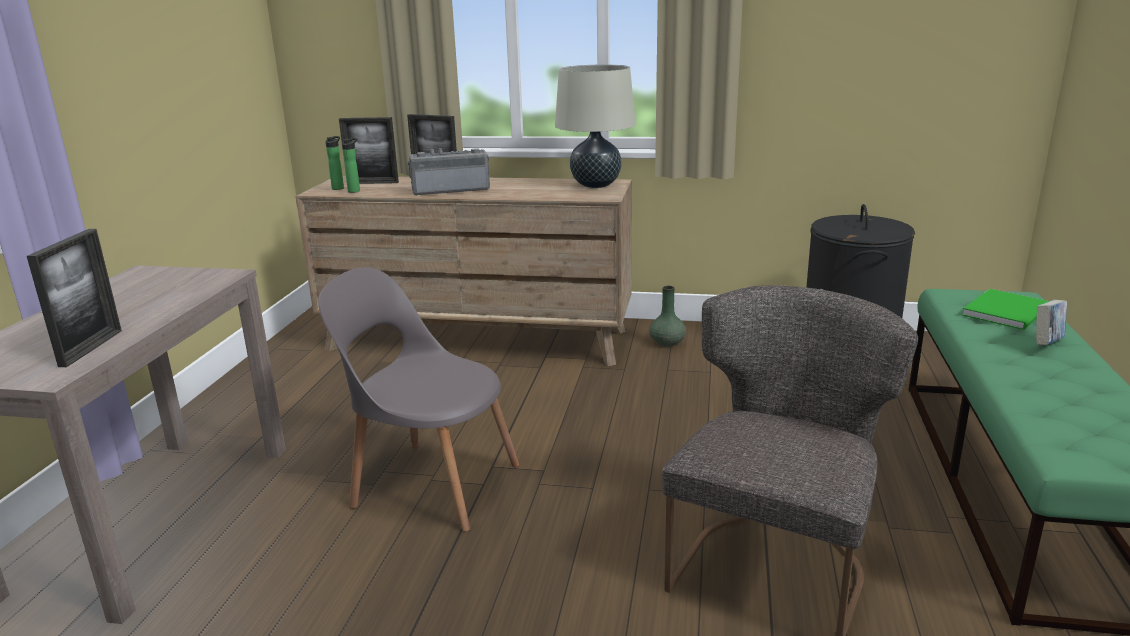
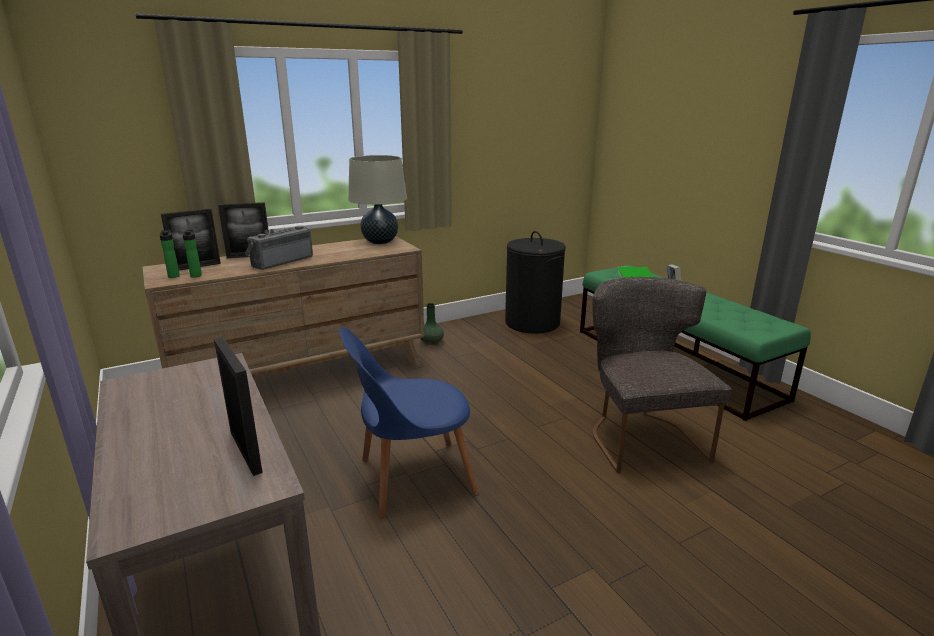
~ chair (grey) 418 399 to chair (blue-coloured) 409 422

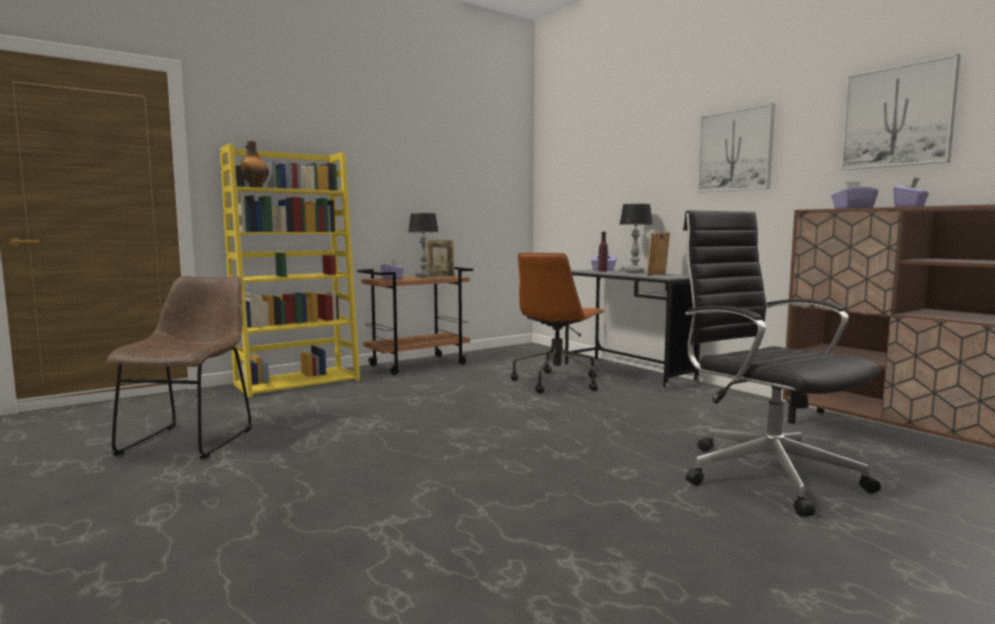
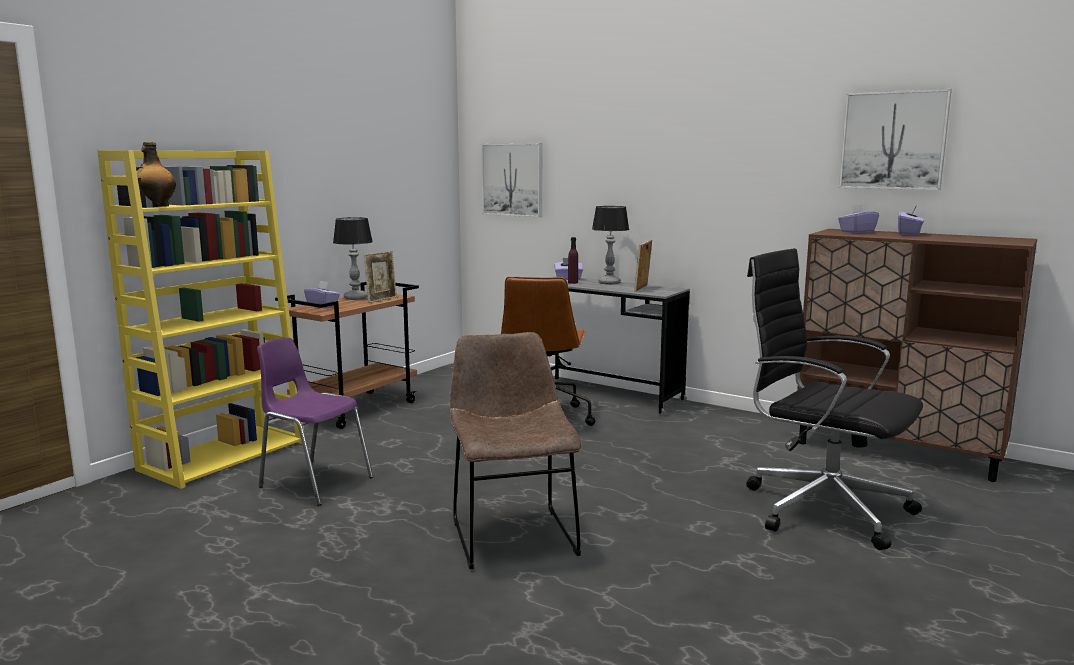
+ chair (purple) 315 421
~ chair (brown) 179 367 to 516 450
~ wall art 736 148 to 511 180

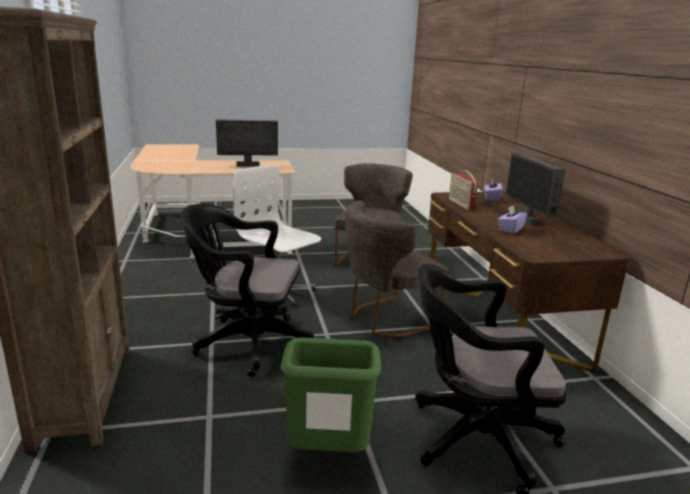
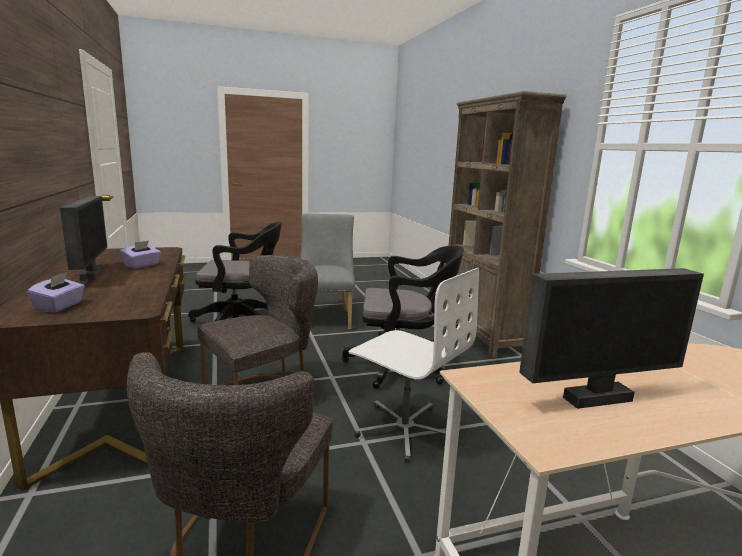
- radio receiver 463 190
~ waste bin (green) 330 394 to chair (grey) 328 272

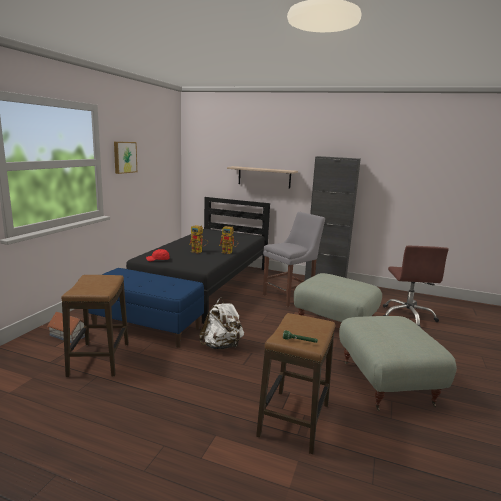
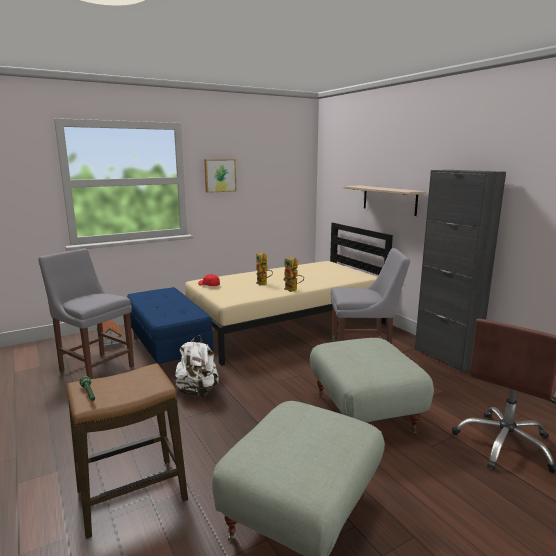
~ sitting stool 95 326 to chair (grey) 86 313
~ bedroom bed (blackish) 198 260 to bedroom bed (beige-coloured) 289 294

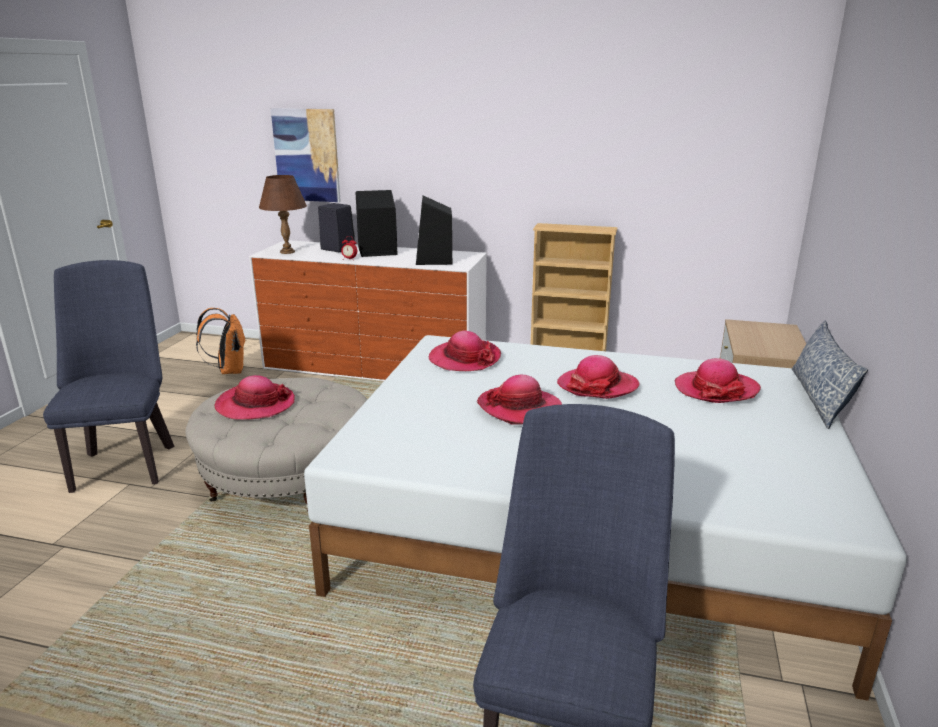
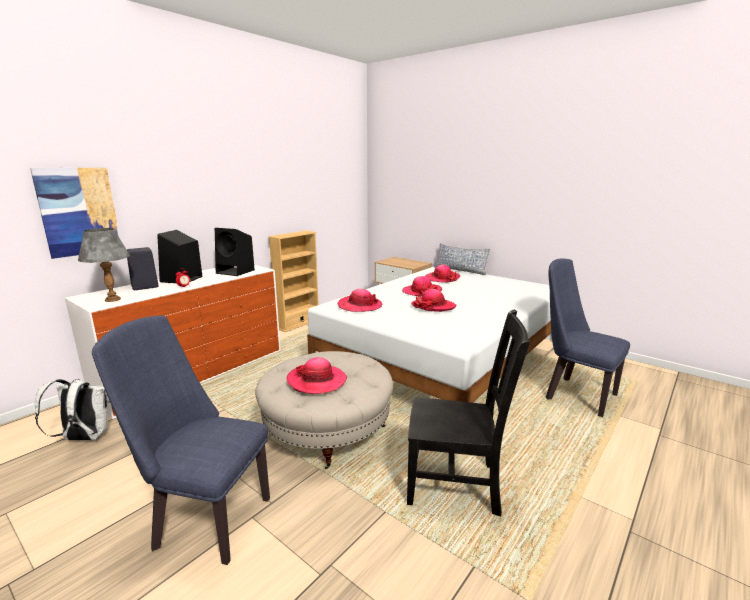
+ chair (blackish) 468 413
~ rucksack (orange) 221 341 to rucksack (whitish) 72 410
~ lamp for a table (brown) 283 214 to lamp for a table (grey) 104 265

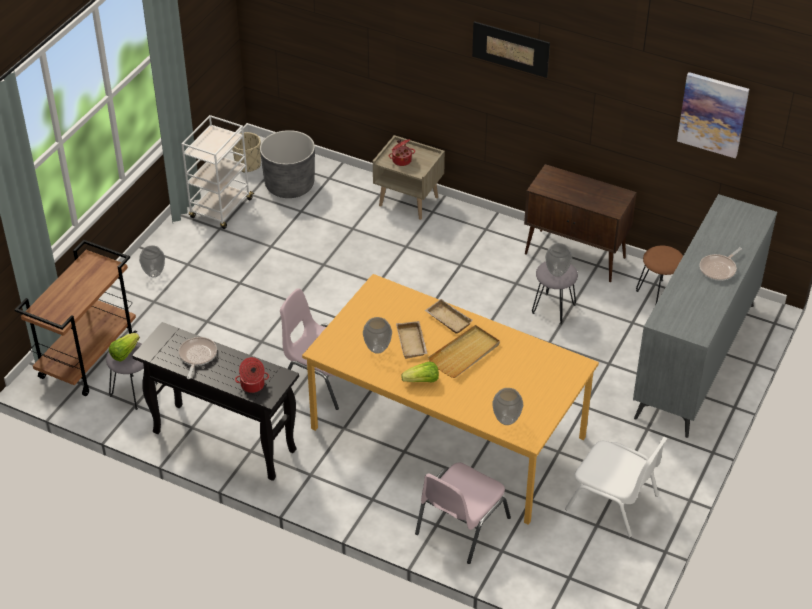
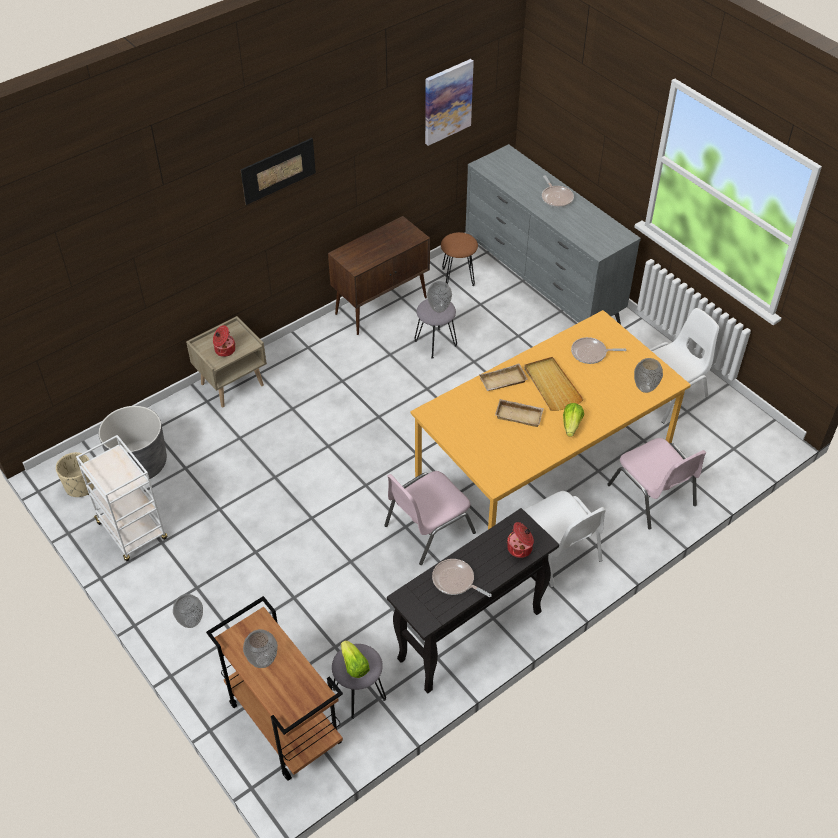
+ chair (whitish) 565 539
+ pan 598 350
~ flower vase 377 335 to 260 648

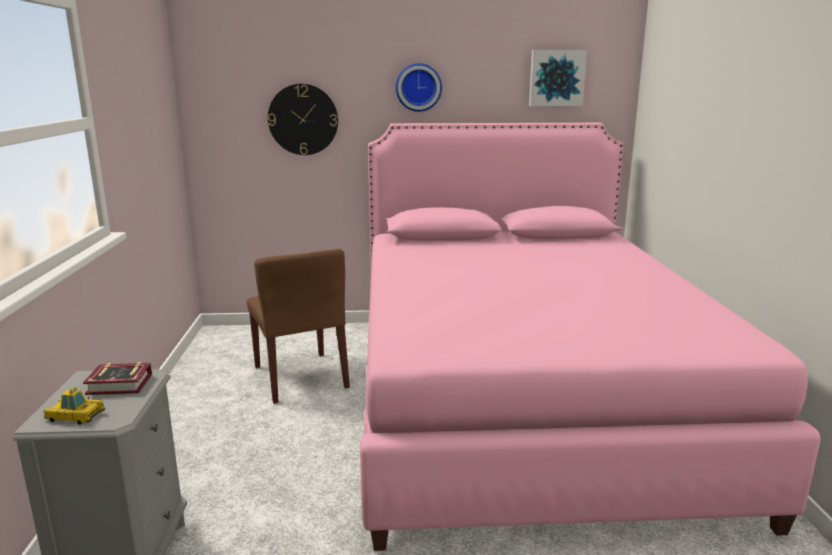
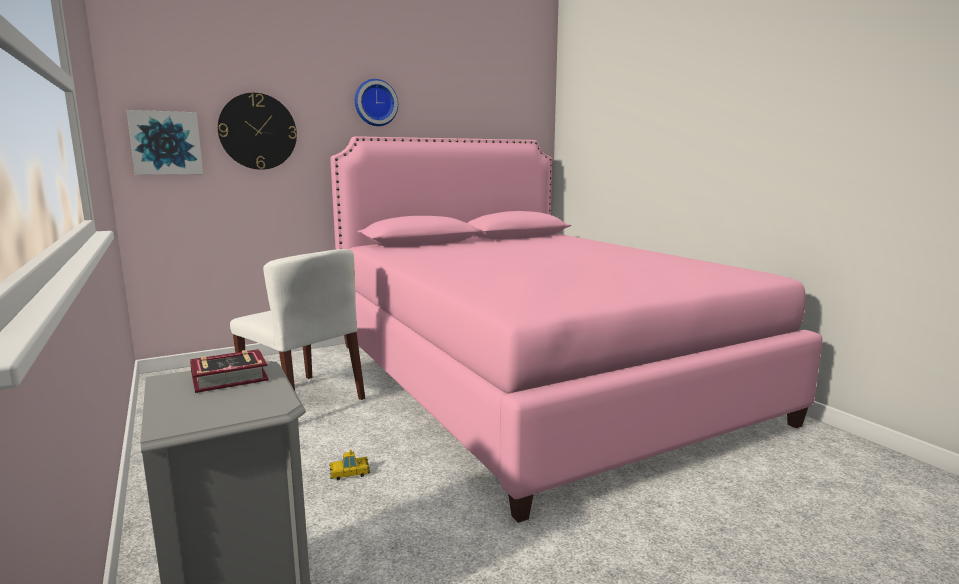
~ toy car 74 406 to 349 464
~ wall art 558 78 to 165 142
~ chair (brown) 298 326 to chair (whitish) 297 337

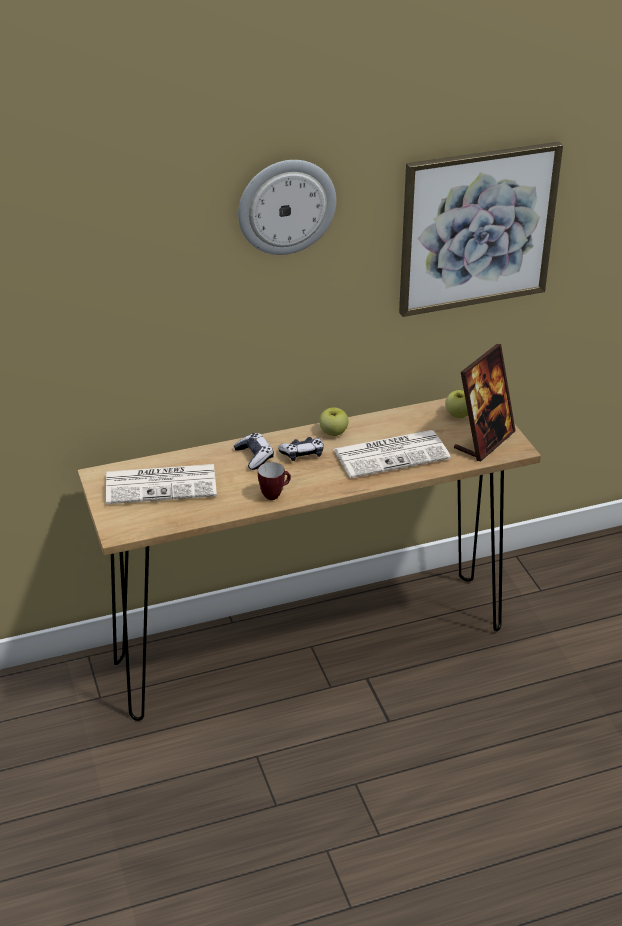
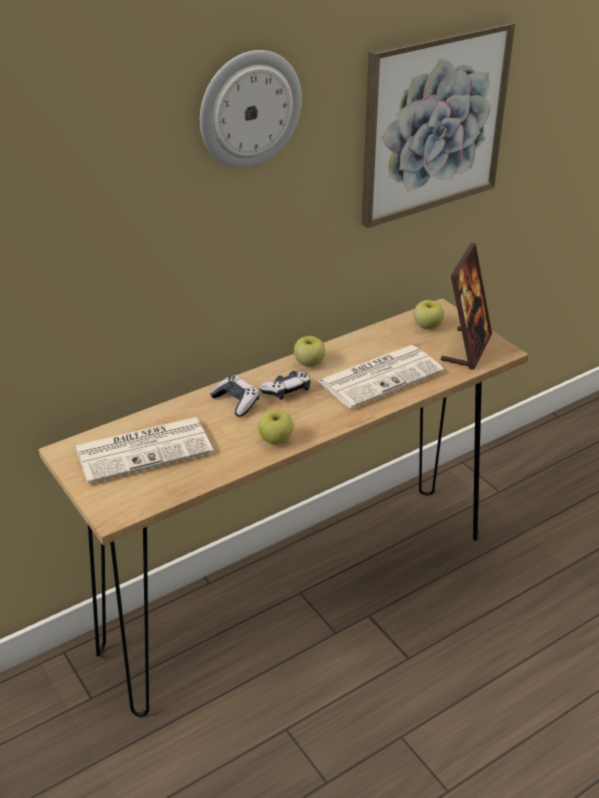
~ tea mug 274 481 to whole apple 275 427

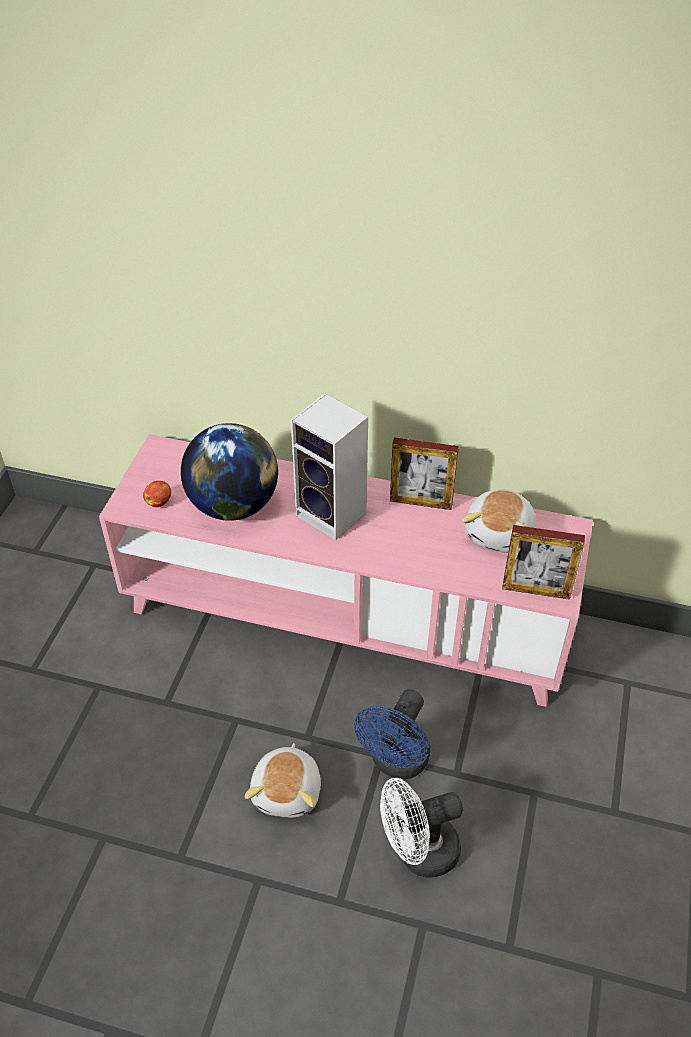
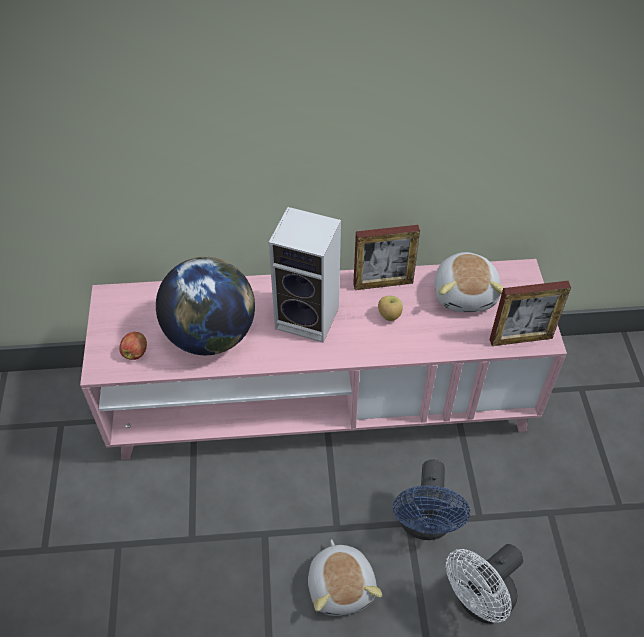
+ whole apple 390 308

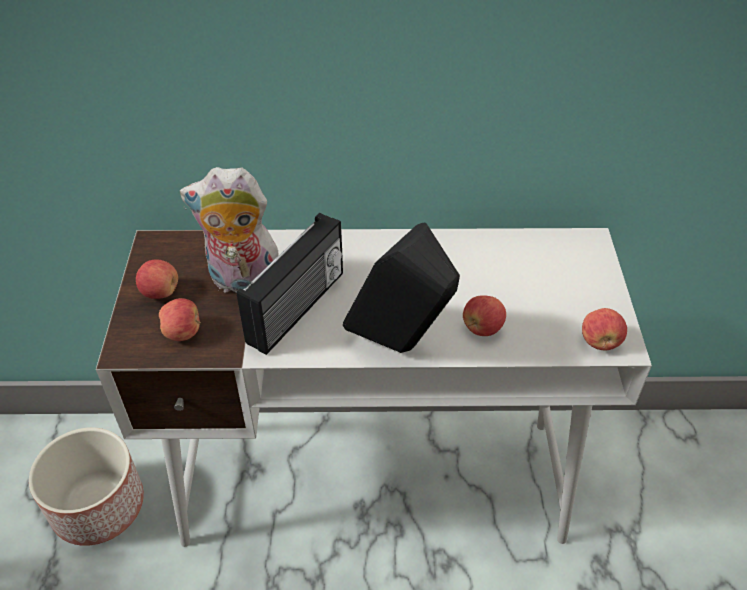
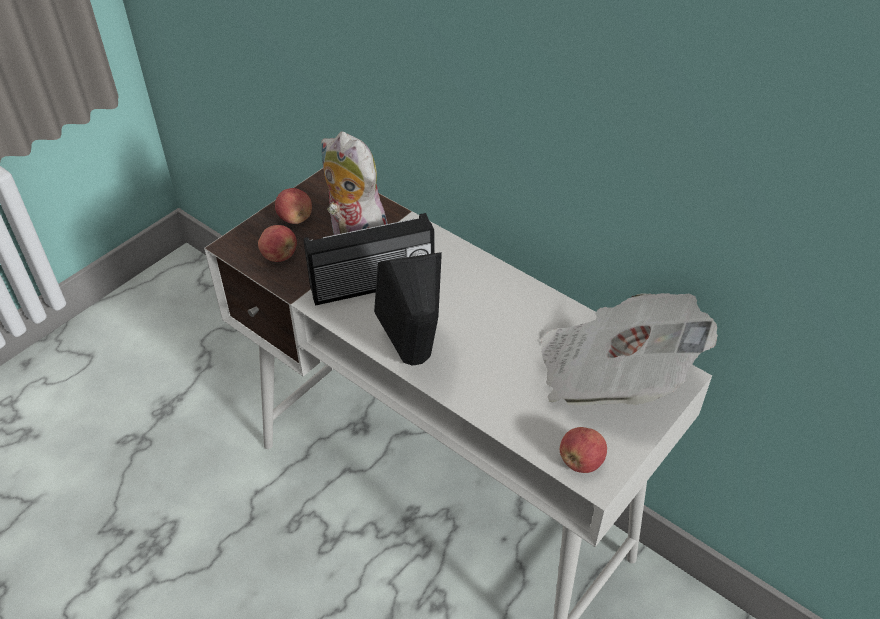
- planter 86 486
- whole apple 484 315
+ newspaper 629 349

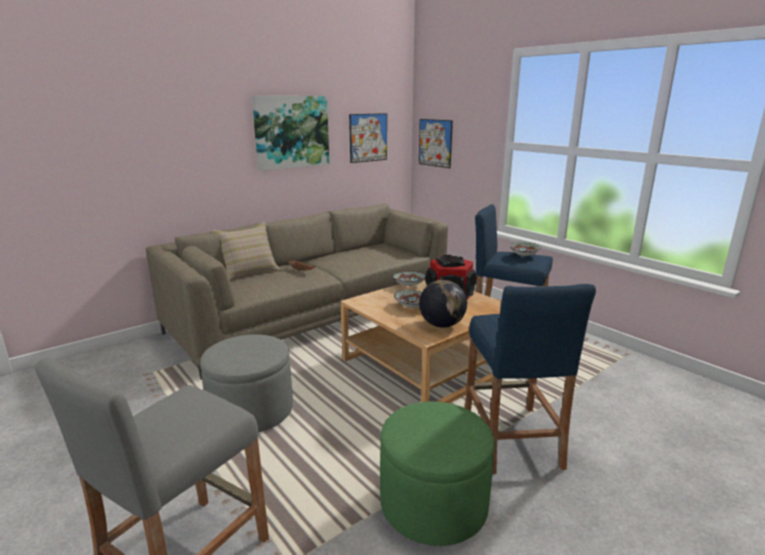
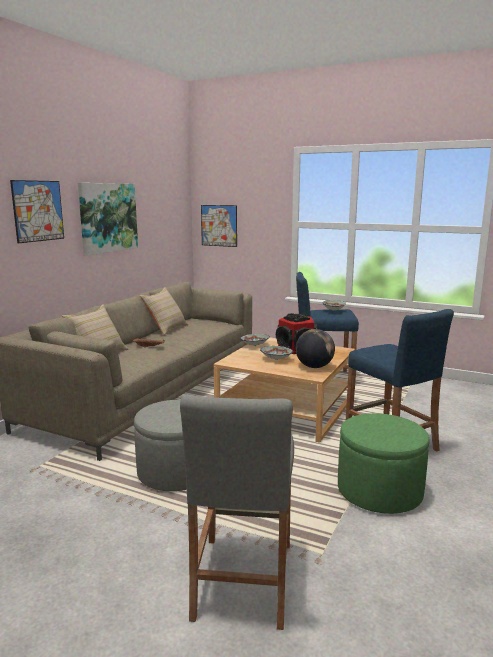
+ cushion (beige-coloured) 164 311
~ wall art 368 138 to 37 211

